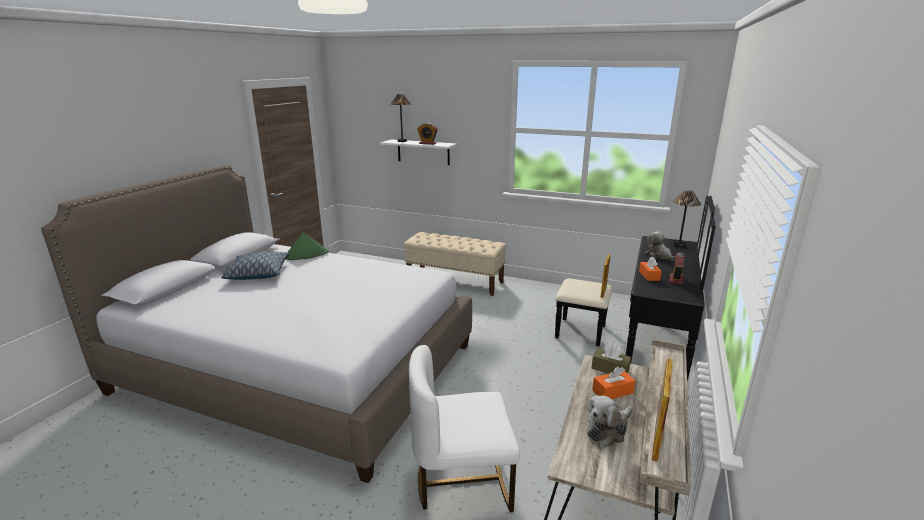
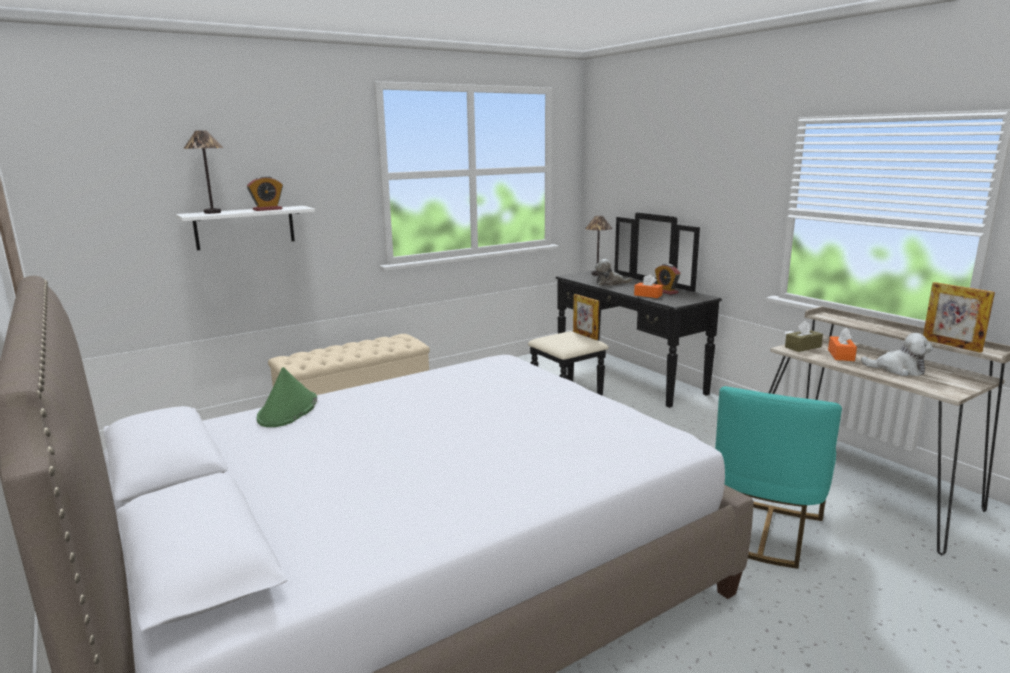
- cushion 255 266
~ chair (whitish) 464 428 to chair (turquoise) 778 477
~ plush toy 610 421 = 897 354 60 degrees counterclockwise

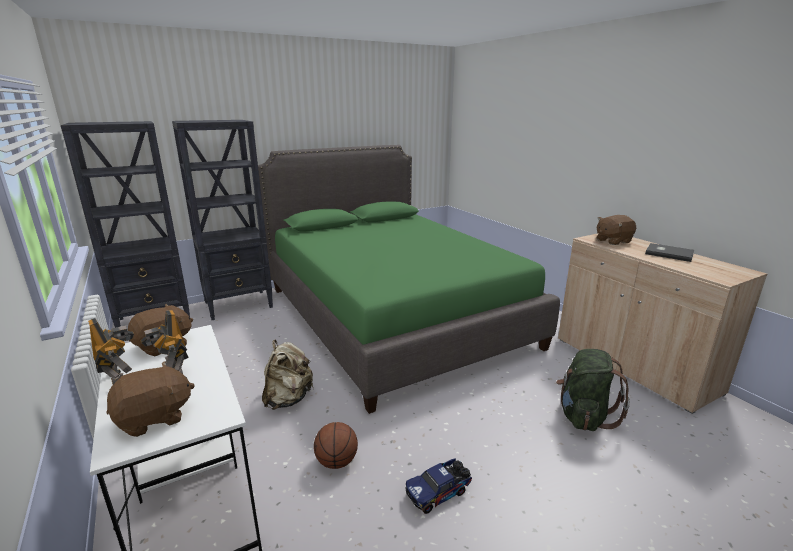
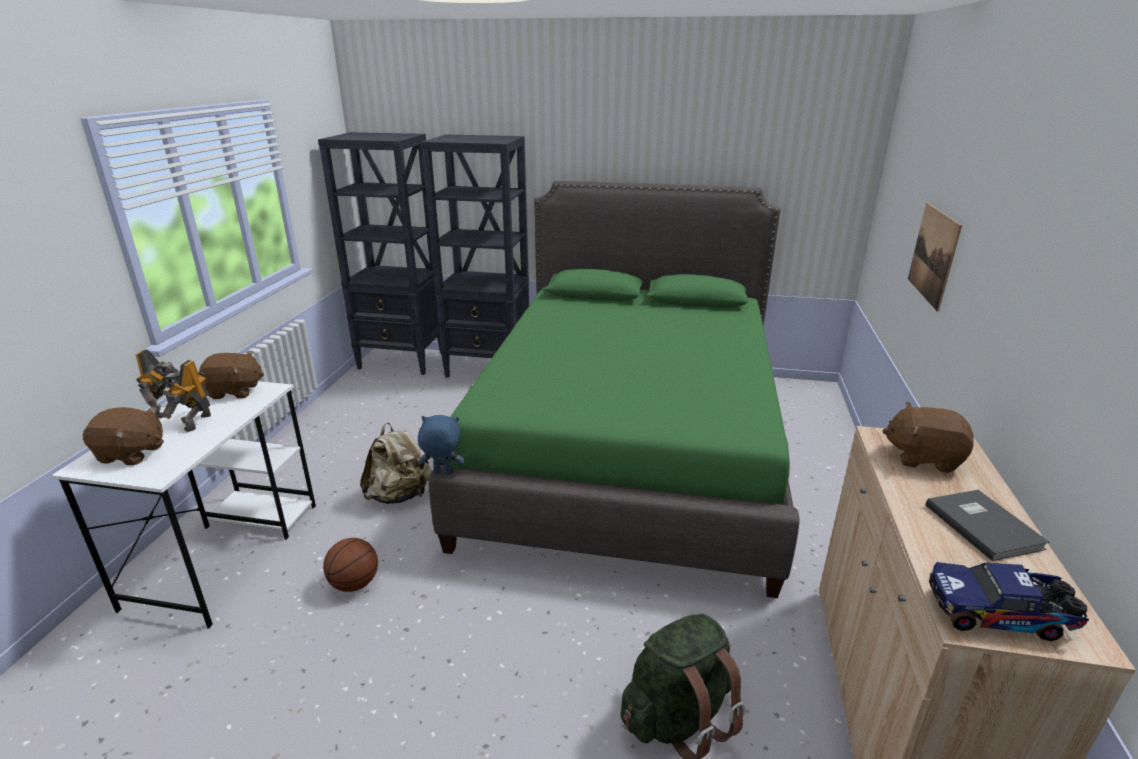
+ plush toy (blue-coloured) 441 445
+ wall art 935 257
~ model truck 438 486 to 1009 601

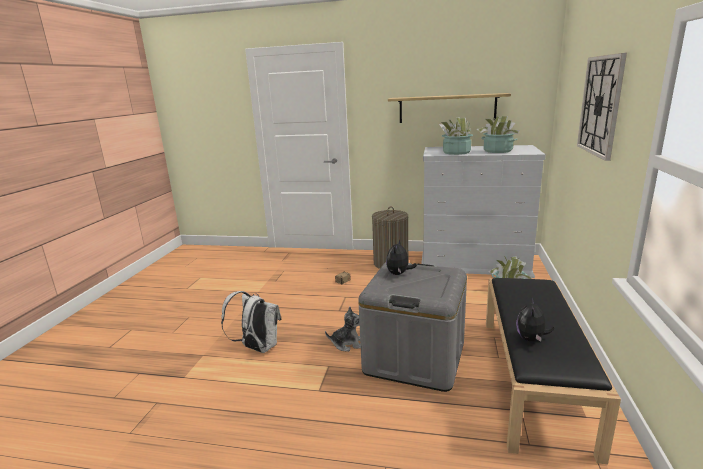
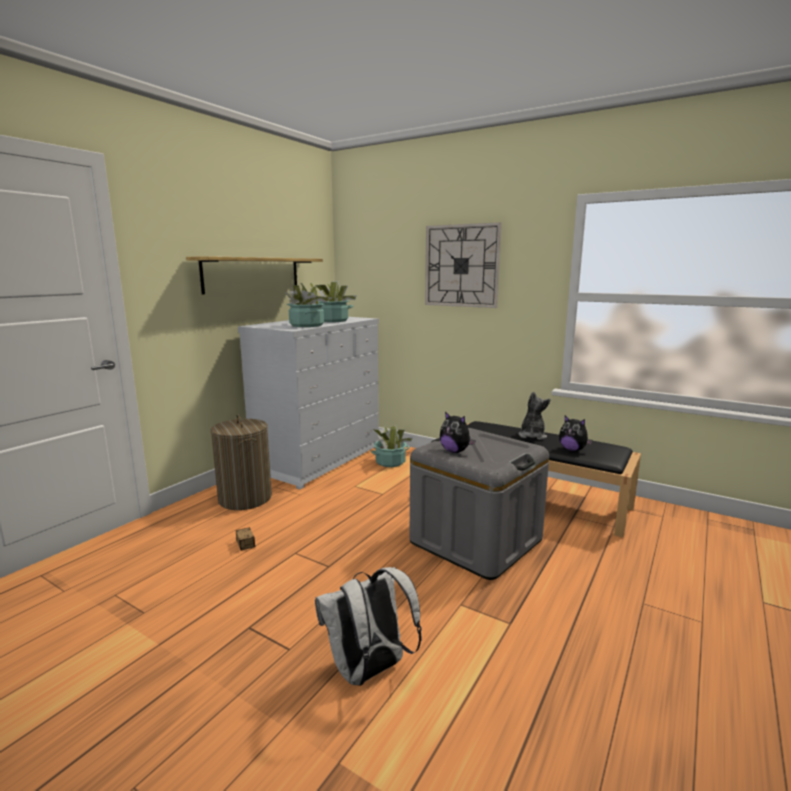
~ plush toy 343 329 to 534 416

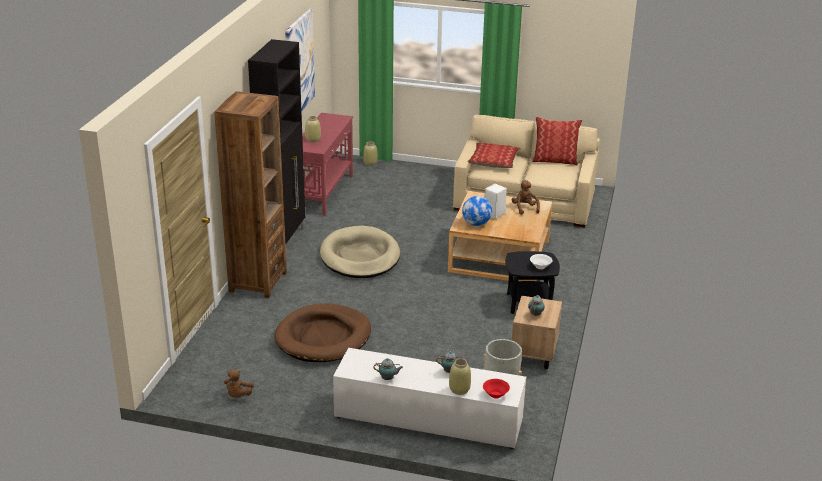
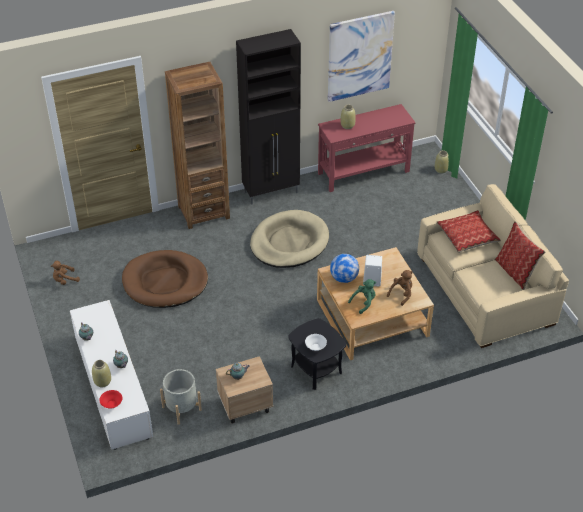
+ plush toy (green) 362 296

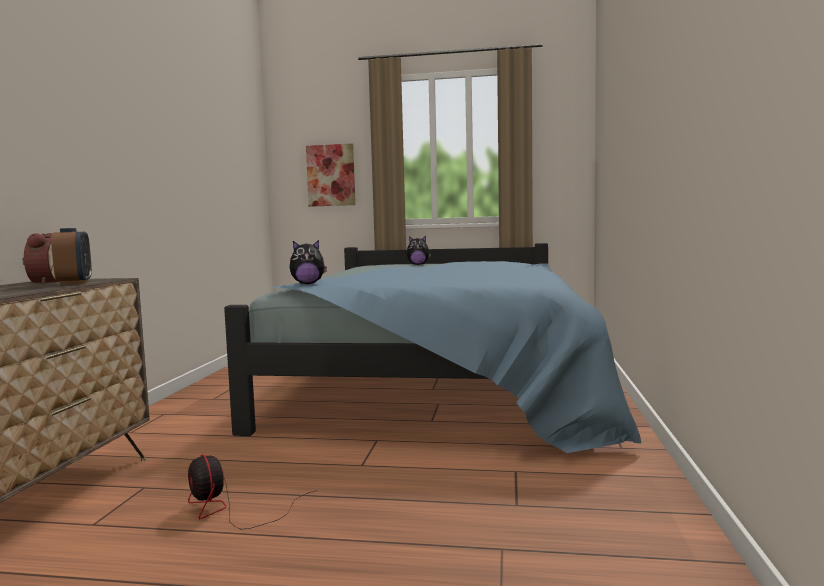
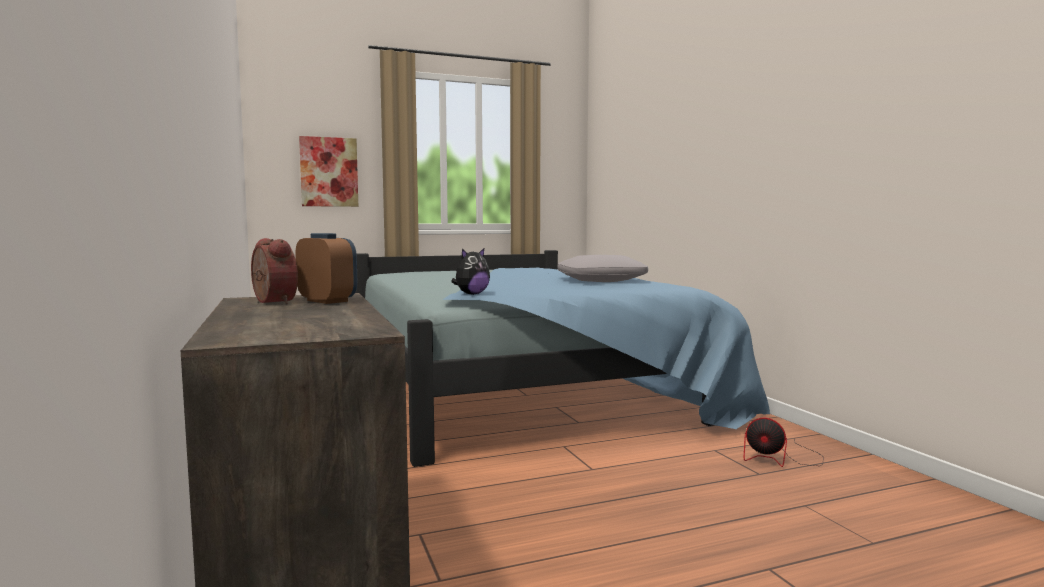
- plush toy 419 250
+ cushion (grey) 603 268
~ fan 253 491 to 784 442

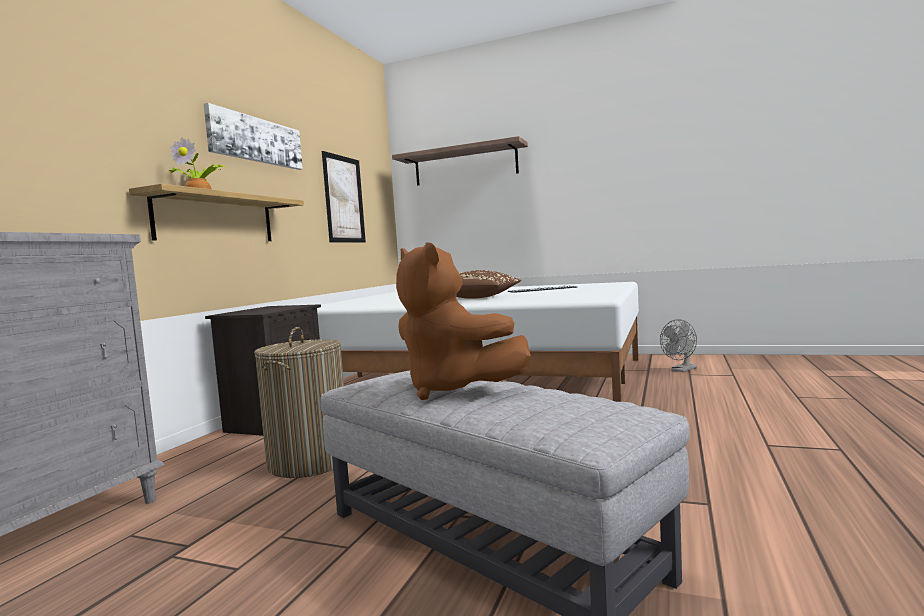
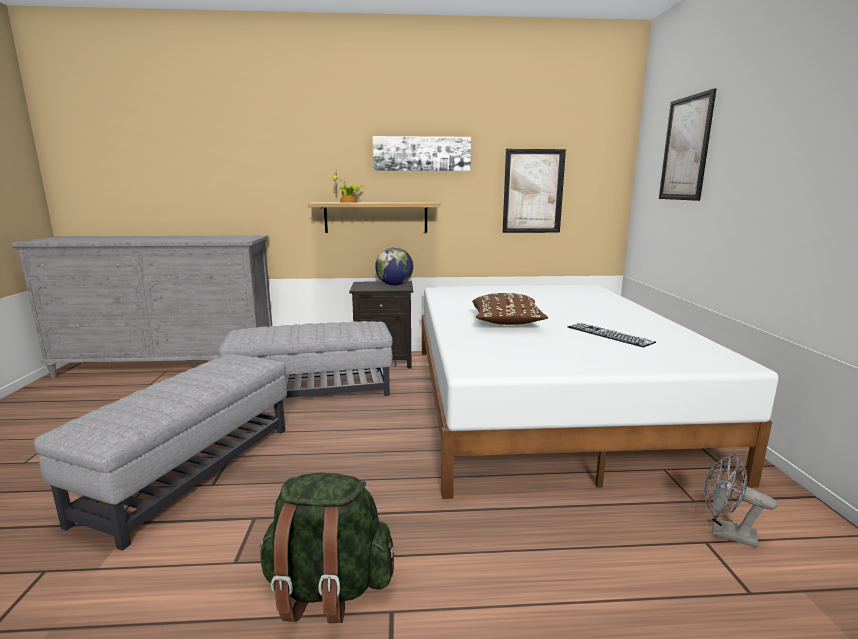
- plush toy (brown) 463 321
+ rucksack (green) 327 548
+ desk globe 394 266
~ laundry basket 299 402 to pouffe (grey) 306 359
~ wall shelf 460 161 to wall art 688 144

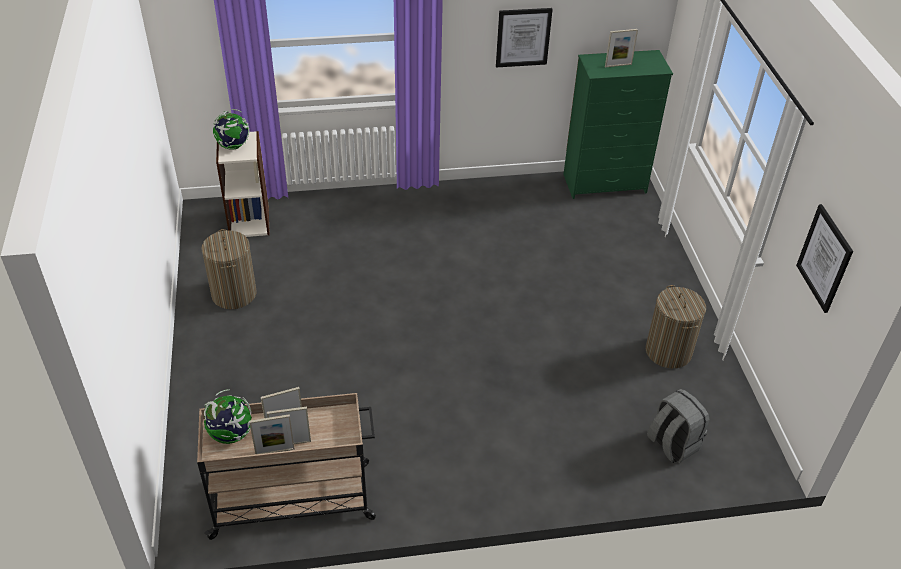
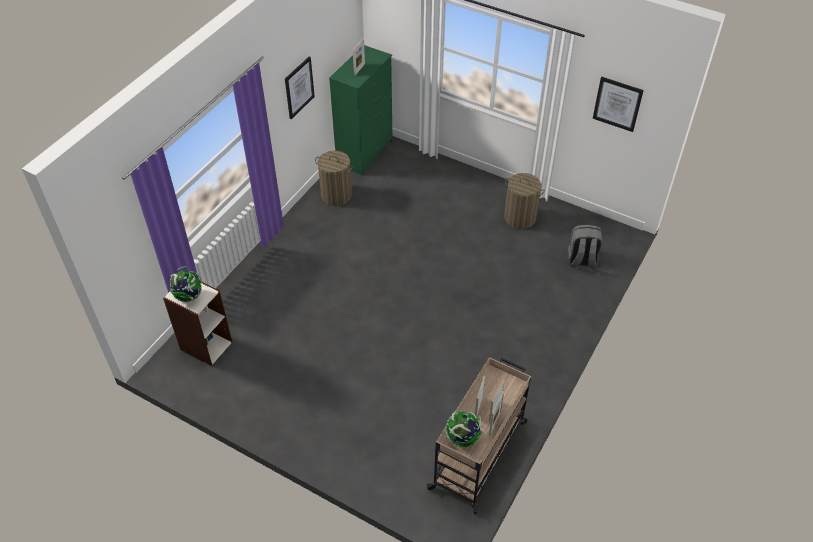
~ laundry basket 229 269 to 334 178

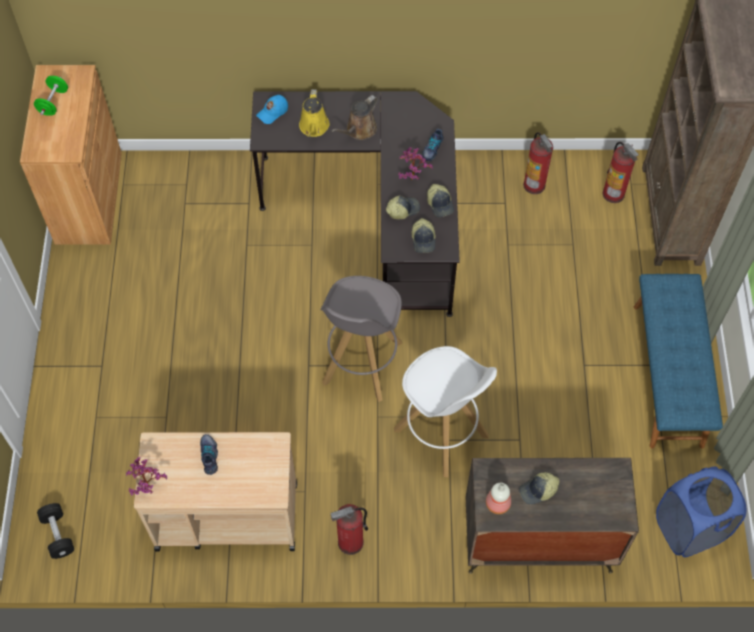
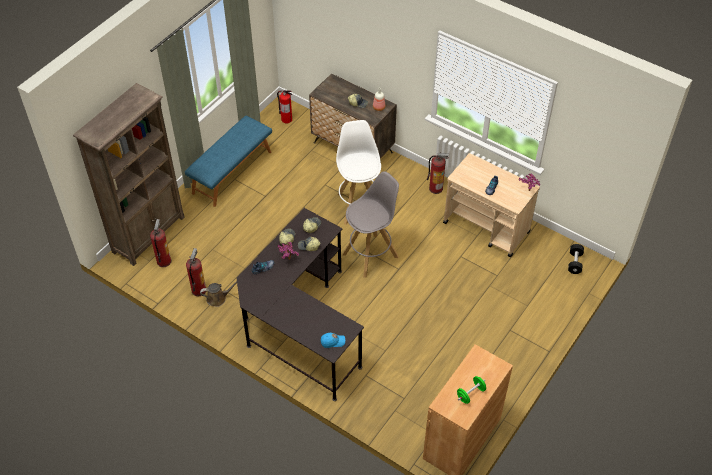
- watering pot (yellow) 314 113
~ watering pot (brown) 354 117 to 218 294
~ laundry basket (blue-coloured) 701 512 to fire extinguisher 284 106

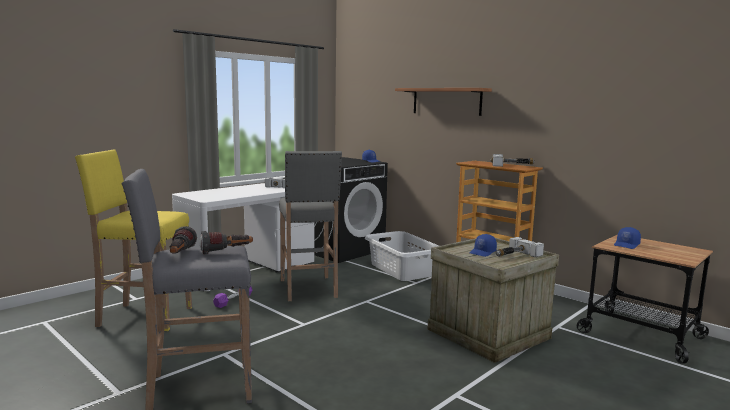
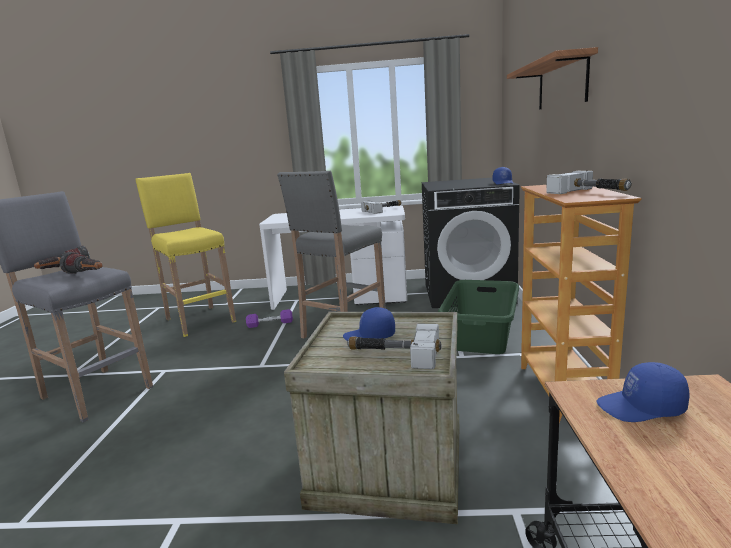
~ laundry basket (whitish) 402 256 to laundry basket (green) 478 317

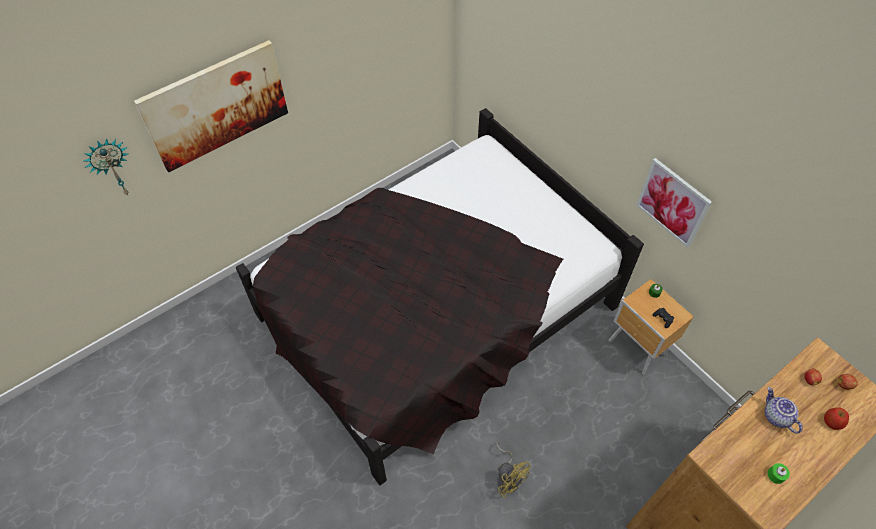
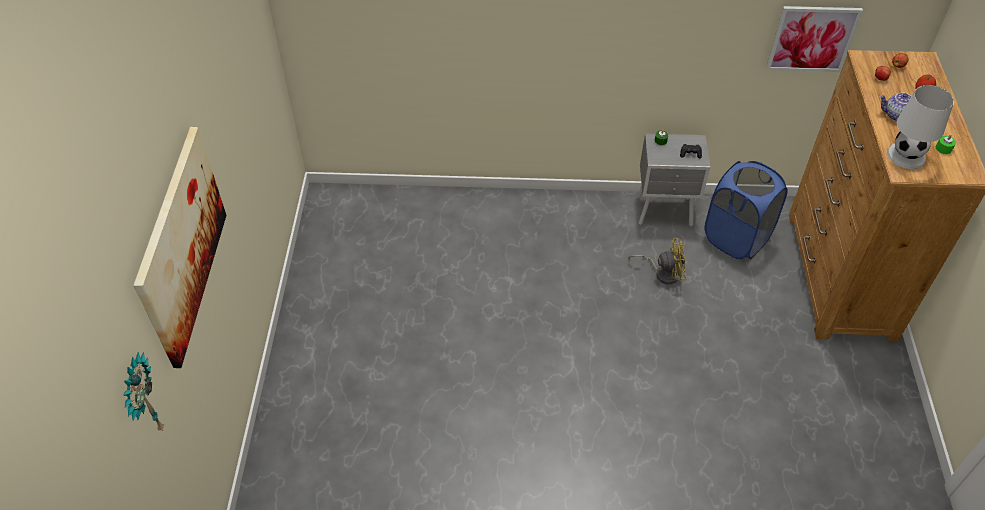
- bedroom bed (blackish) 440 296
+ laundry basket (blue-coloured) 746 210
+ lamp for a table (whitish) 920 127
~ fan (yellow) 513 470 to 657 260
~ wall art 674 203 to 814 39
~ nightstand (brown) 651 326 to nightstand (grey) 673 180

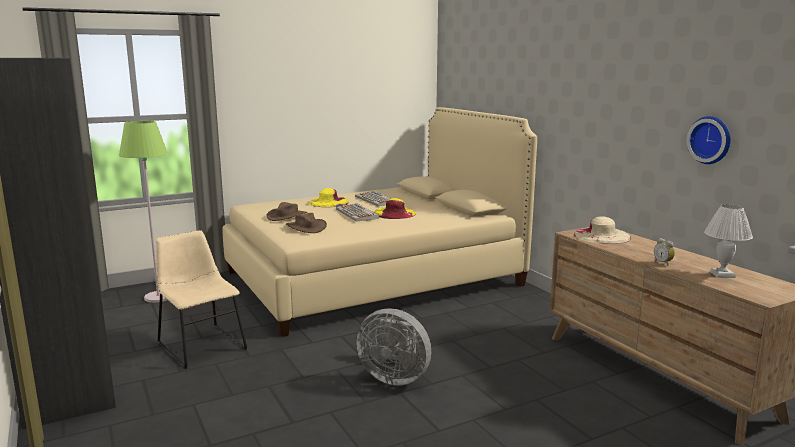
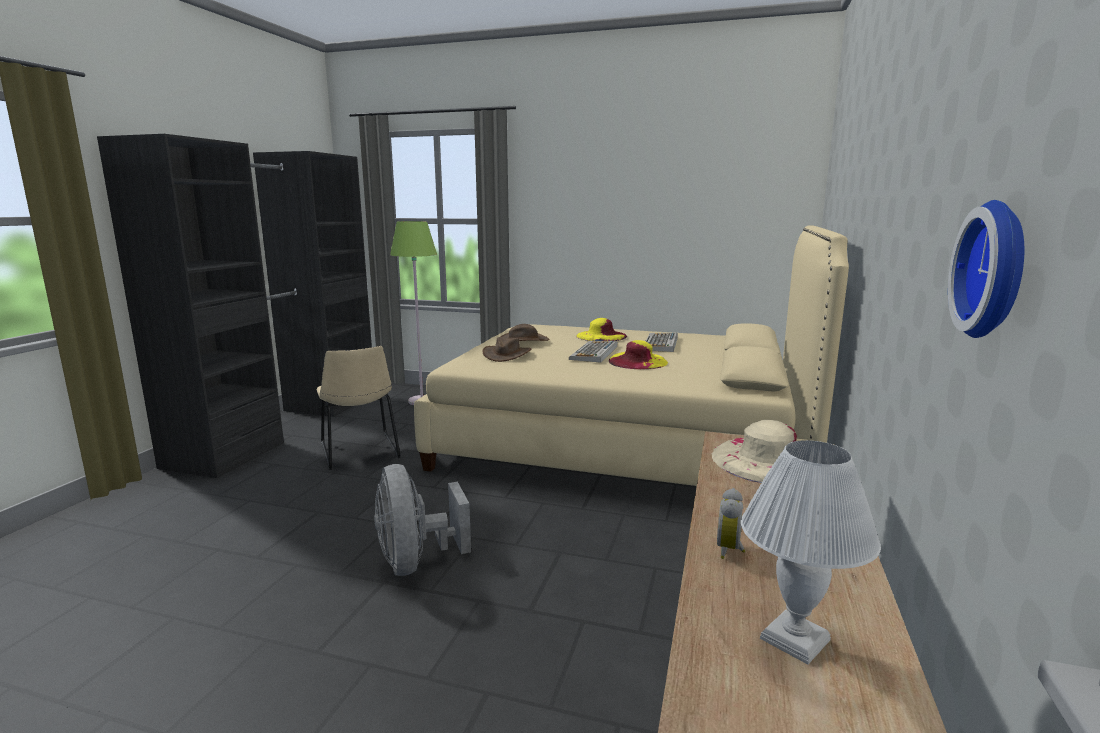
~ chair (beige-coloured) 201 299 = 358 408 150 degrees clockwise

